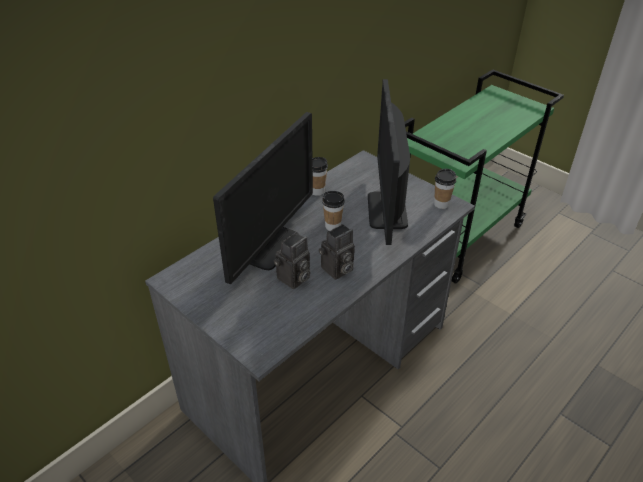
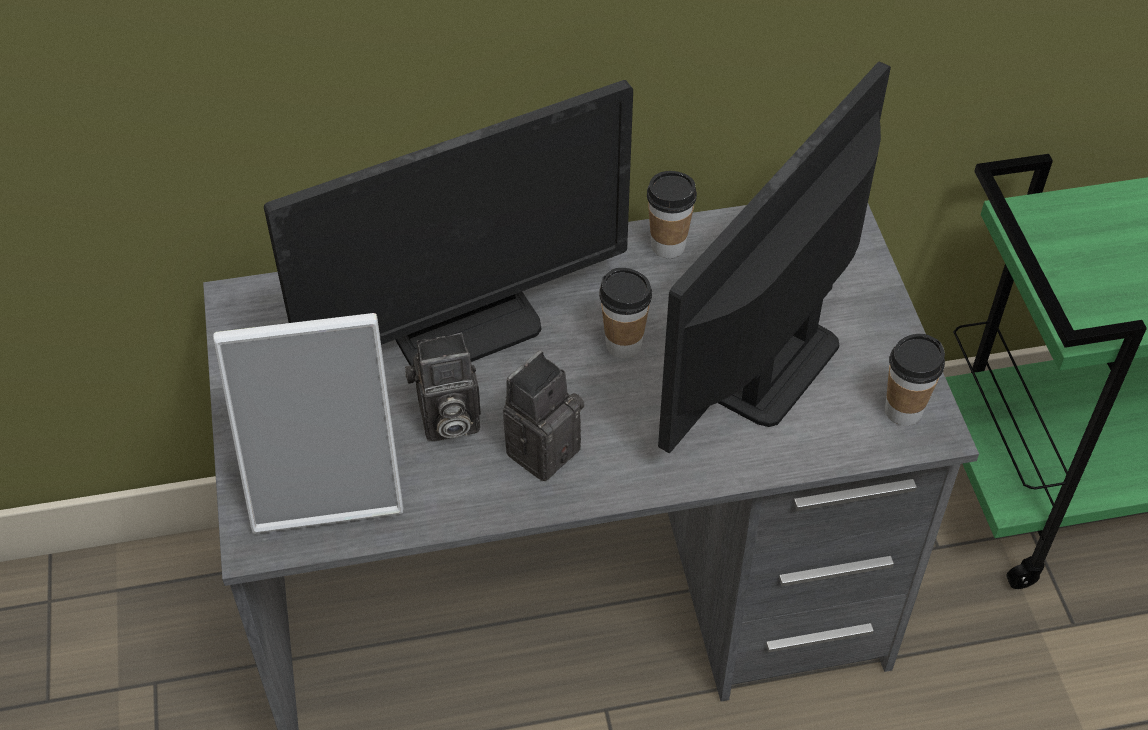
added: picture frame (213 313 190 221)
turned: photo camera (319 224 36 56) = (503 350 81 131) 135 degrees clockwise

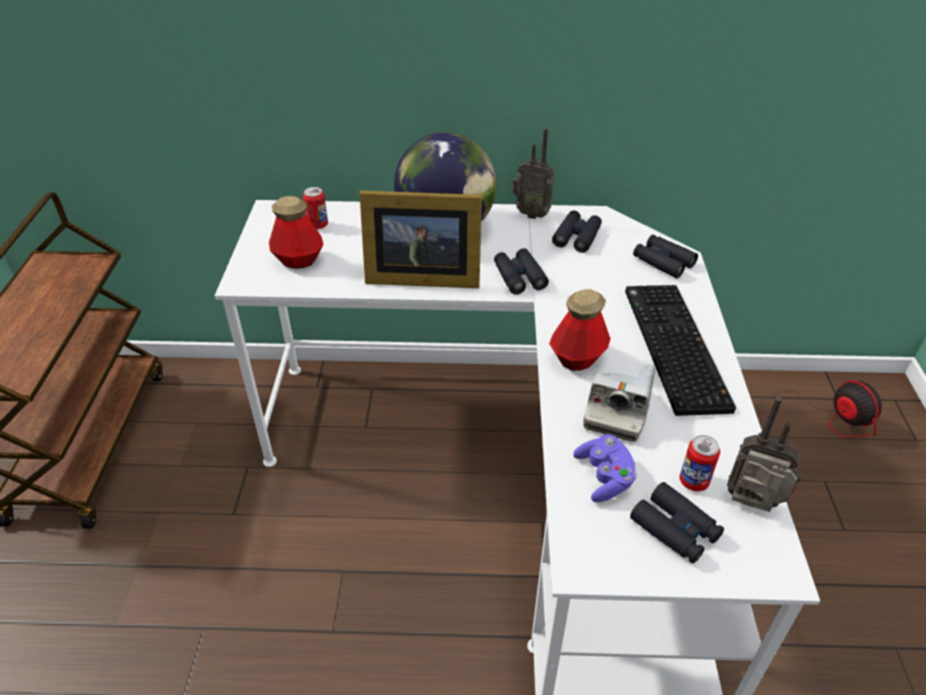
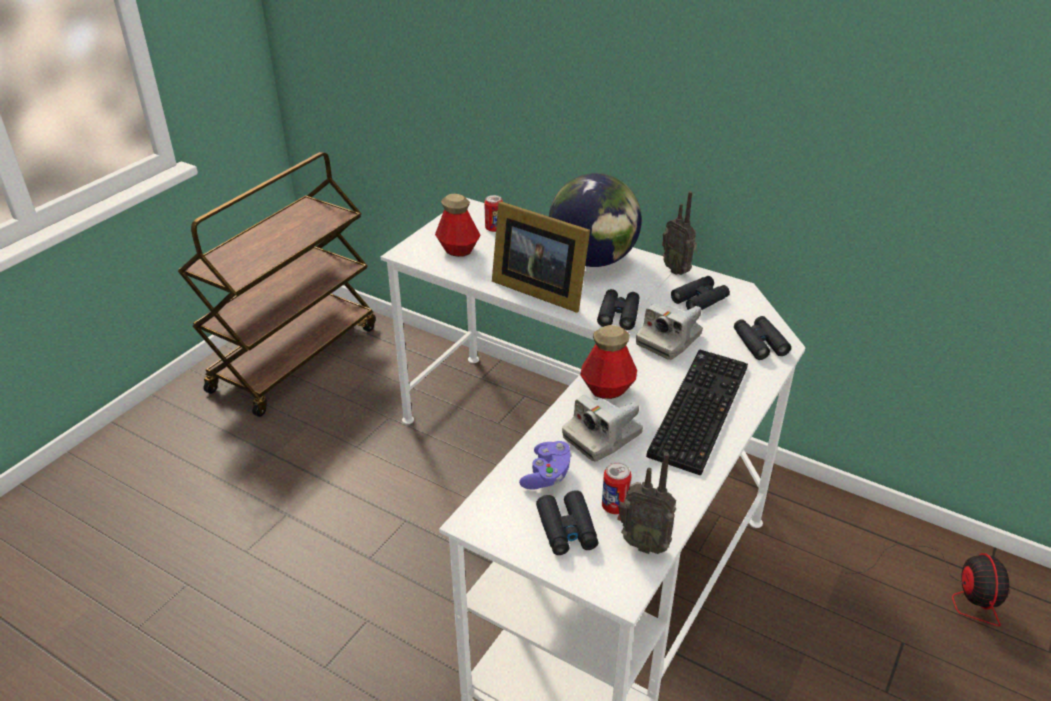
added: photo camera (636 304 67 56)
turned: radio (727 397 74 115) = (617 452 59 102) 150 degrees clockwise

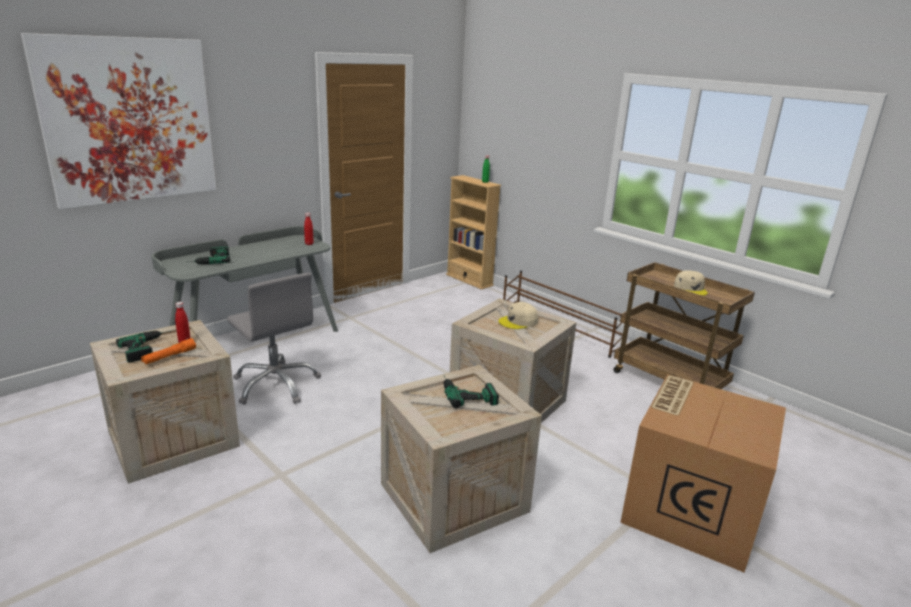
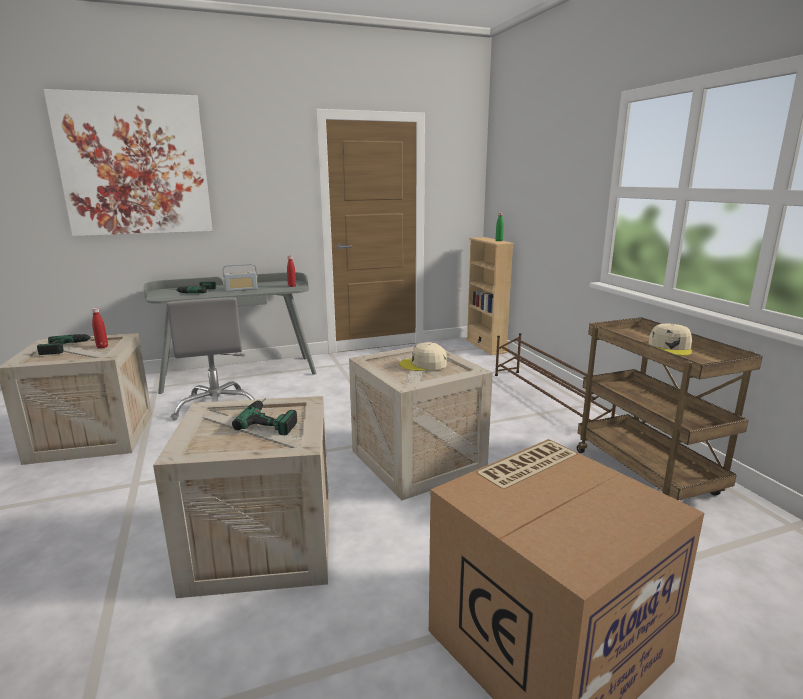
removed: flashlight (orange) (141 338 55 26)
added: radio (223 264 35 28)

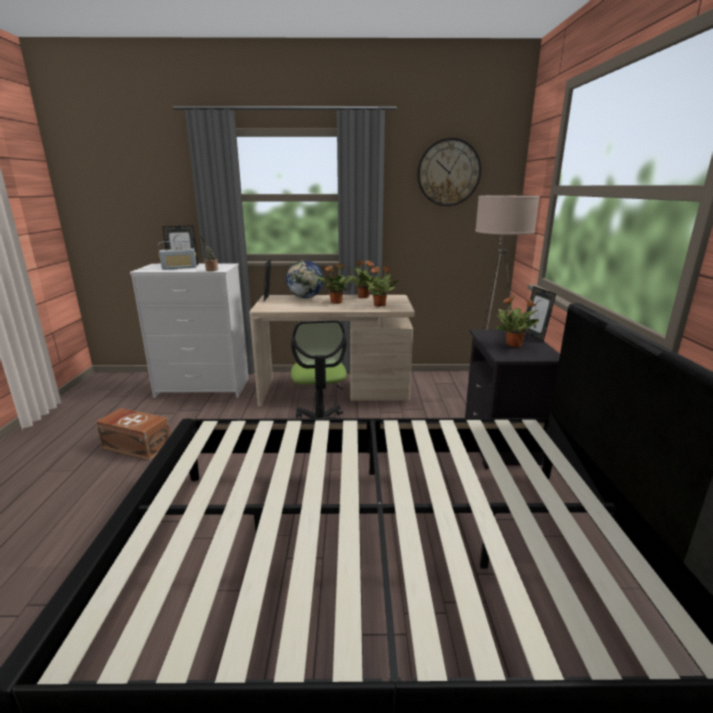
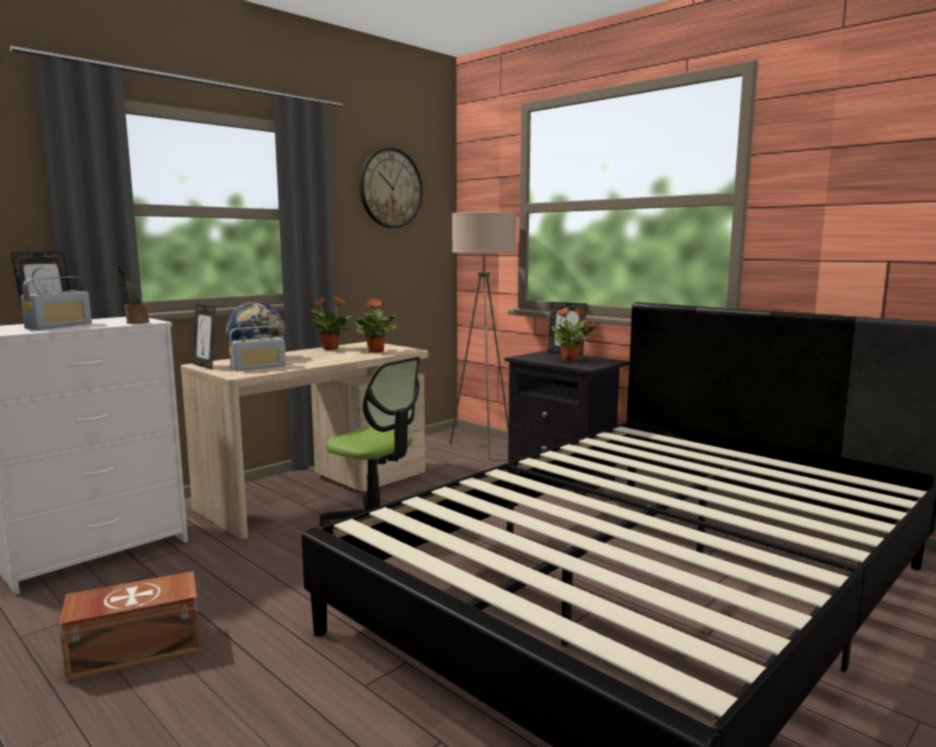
removed: potted plant (317 263 37 41)
added: radio (229 326 57 45)

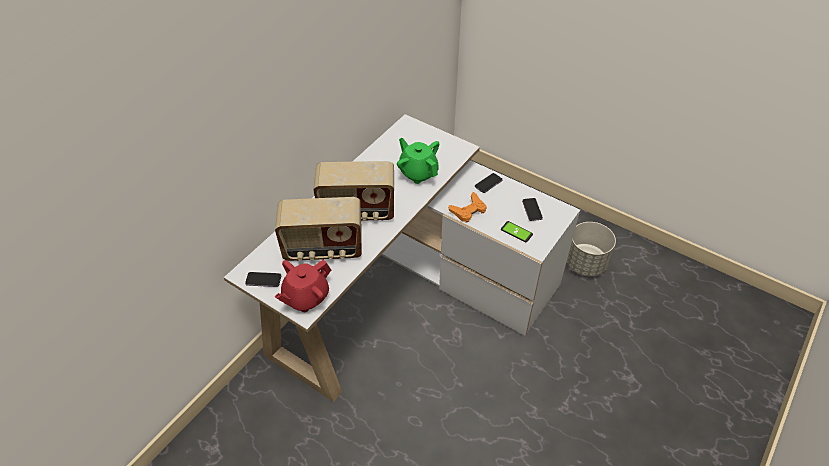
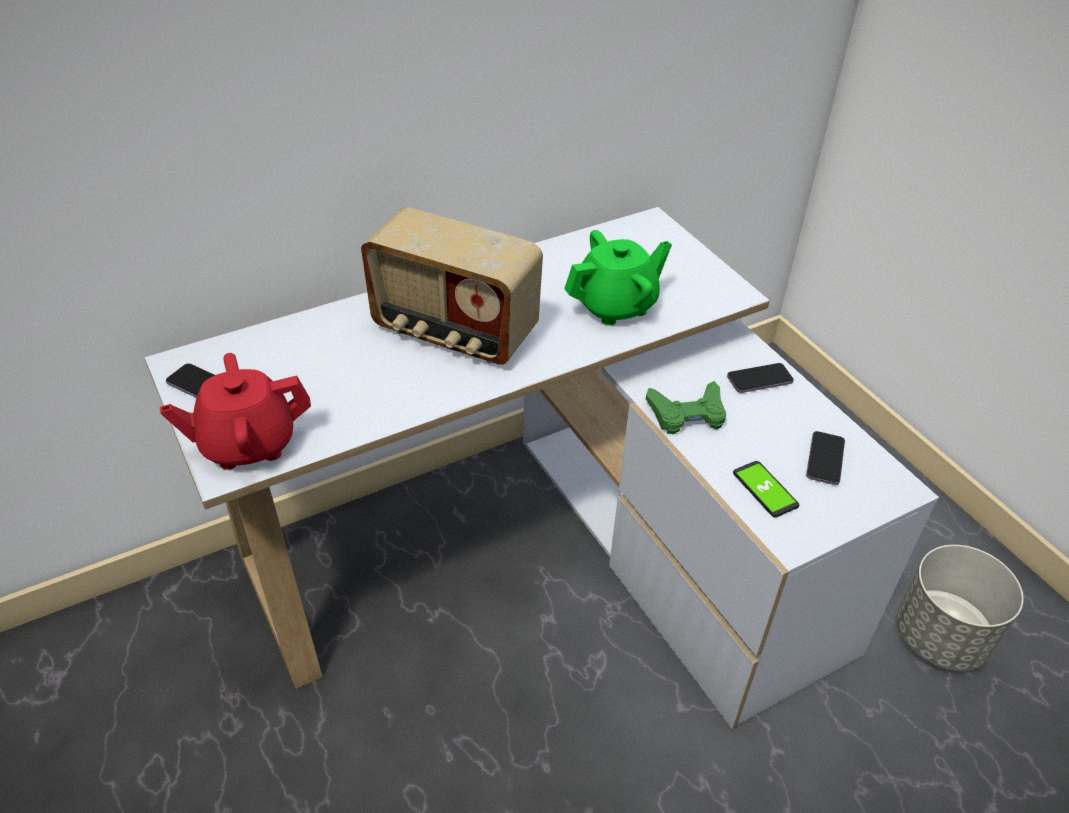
removed: radio (275 197 87 64)
recoloured: game controller (orange) (449 192 38 31) to game controller (green) (646 381 80 53)
turned: teapot (green) (397 138 42 46) = (564 230 108 96) 75 degrees clockwise

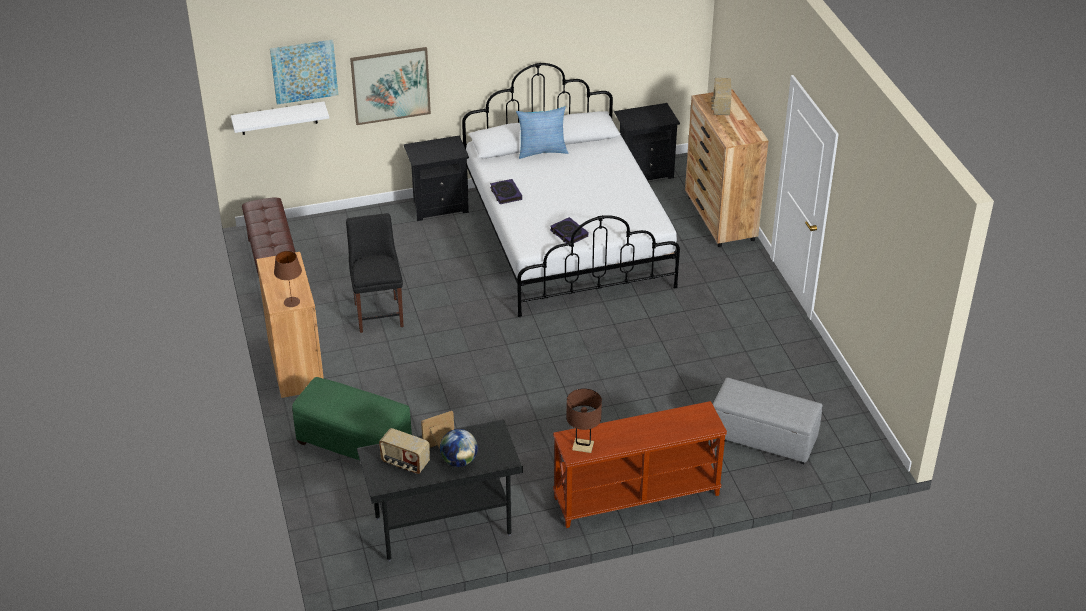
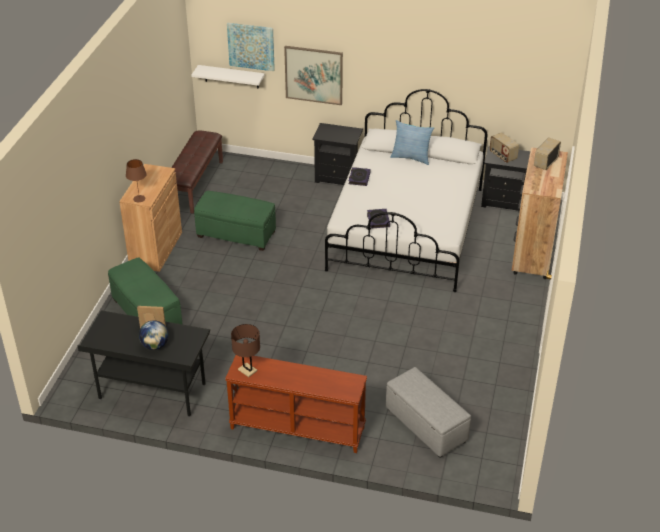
moved: radio (379 428 51 46) to (490 132 29 31)
replaced: chair (black) (346 213 58 120) to ottoman (green) (194 191 82 60)

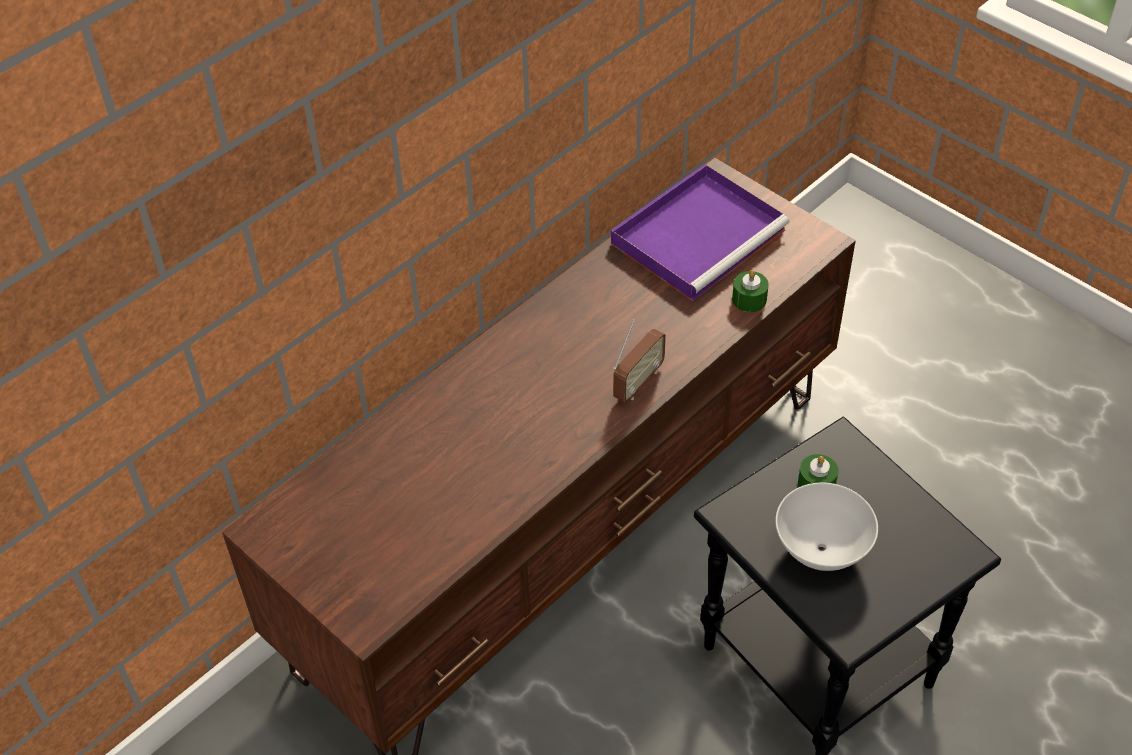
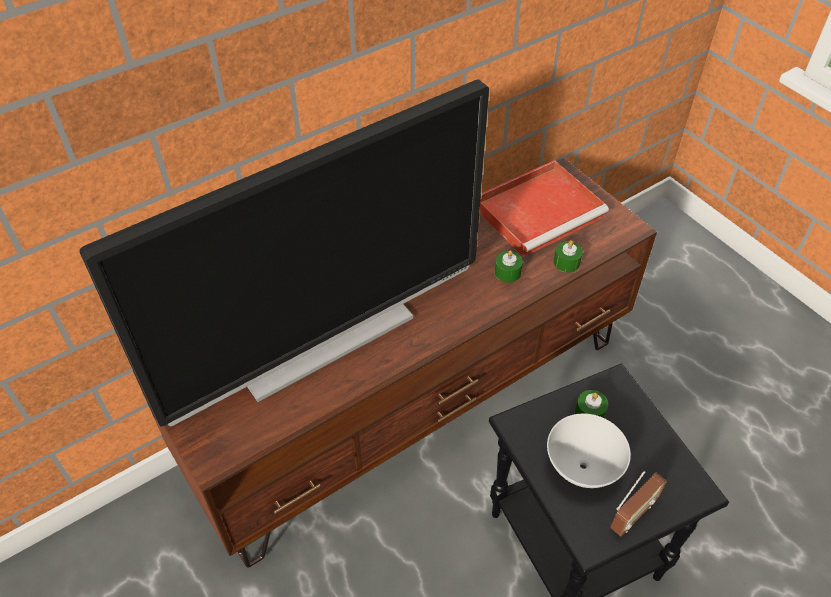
added: television (80 79 409 347); candle (green) (494 250 29 33)
moved: radio (613 320 53 83) to (610 471 57 66)
recoloured: tray (purple) (611 164 178 137) to tray (red) (479 160 130 97)

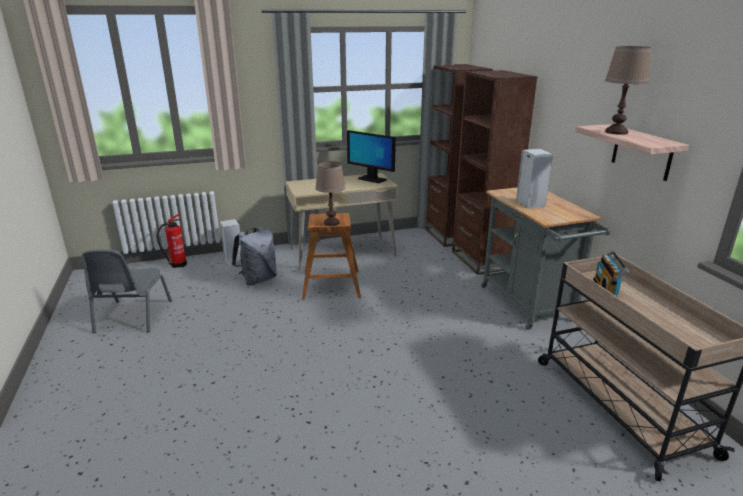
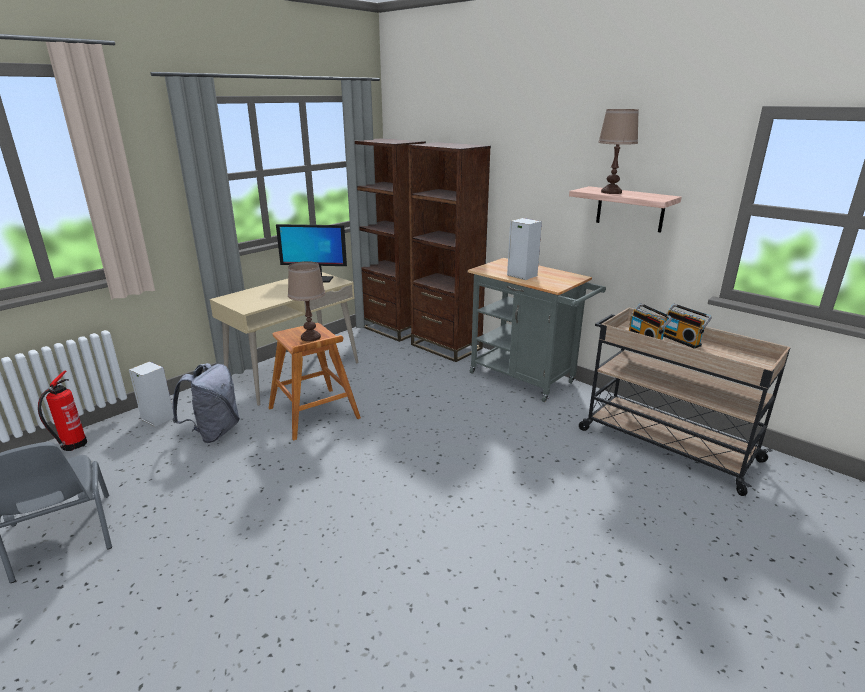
added: radio (663 304 49 45)

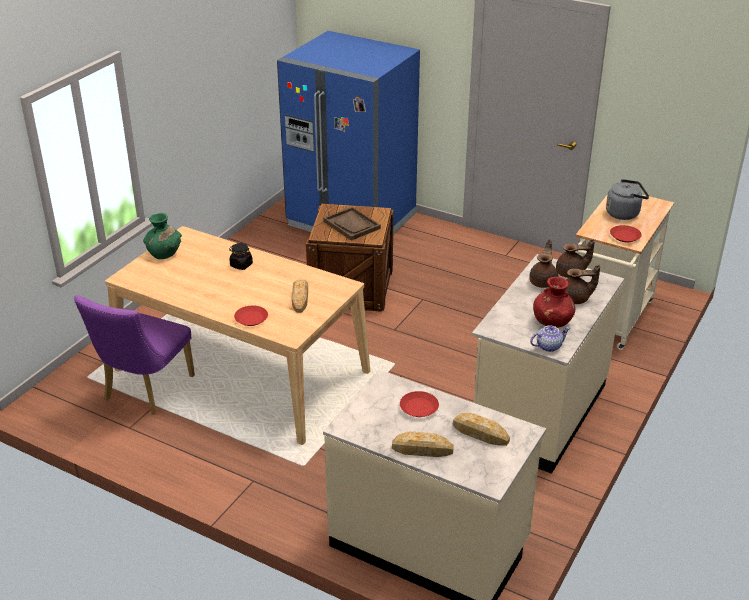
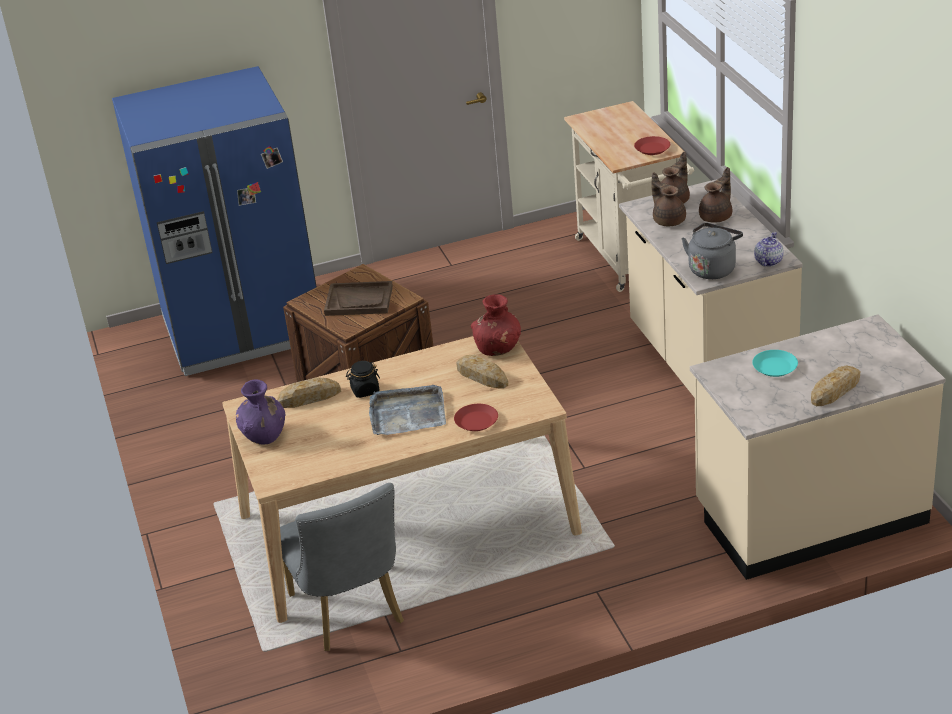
added: tray (grey) (369 385 77 50)
moved: bread (453 413 57 33) to (277 377 64 31); vase (red) (533 277 42 51) to (471 294 50 62); kettle (grey) (606 179 43 41) to (681 223 62 56)
recoloured: chair (purple) (74 295 121 120) to chair (grey) (280 483 124 168); vase (green) (143 213 39 46) to vase (purple) (236 379 49 65); plate (red) (400 391 39 26) to plate (turquoise) (752 350 46 27)

